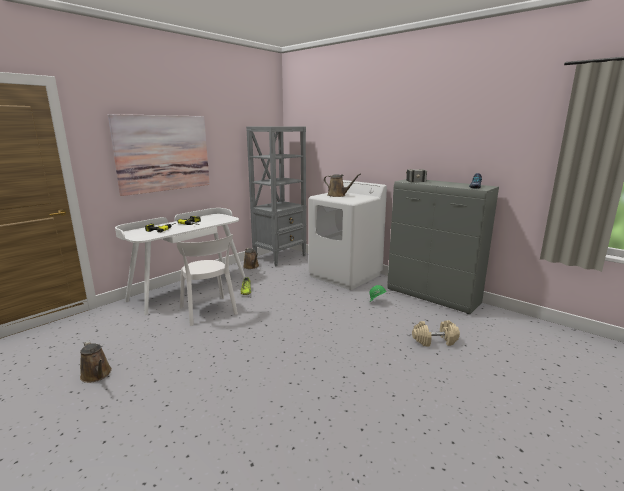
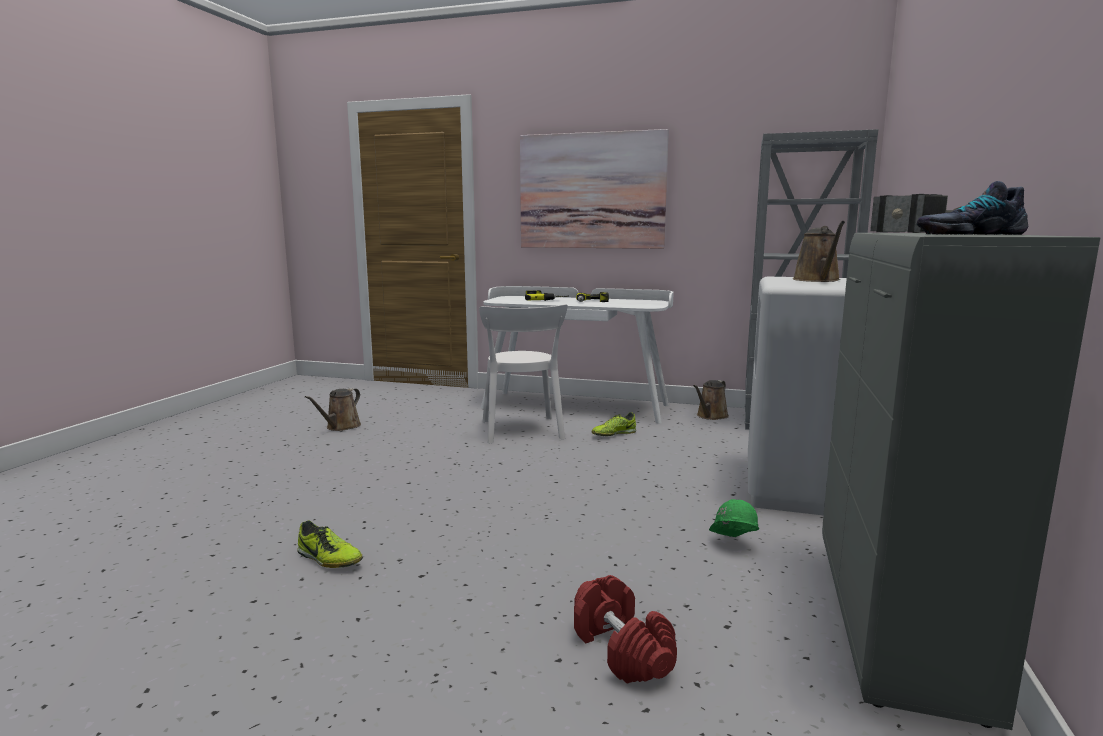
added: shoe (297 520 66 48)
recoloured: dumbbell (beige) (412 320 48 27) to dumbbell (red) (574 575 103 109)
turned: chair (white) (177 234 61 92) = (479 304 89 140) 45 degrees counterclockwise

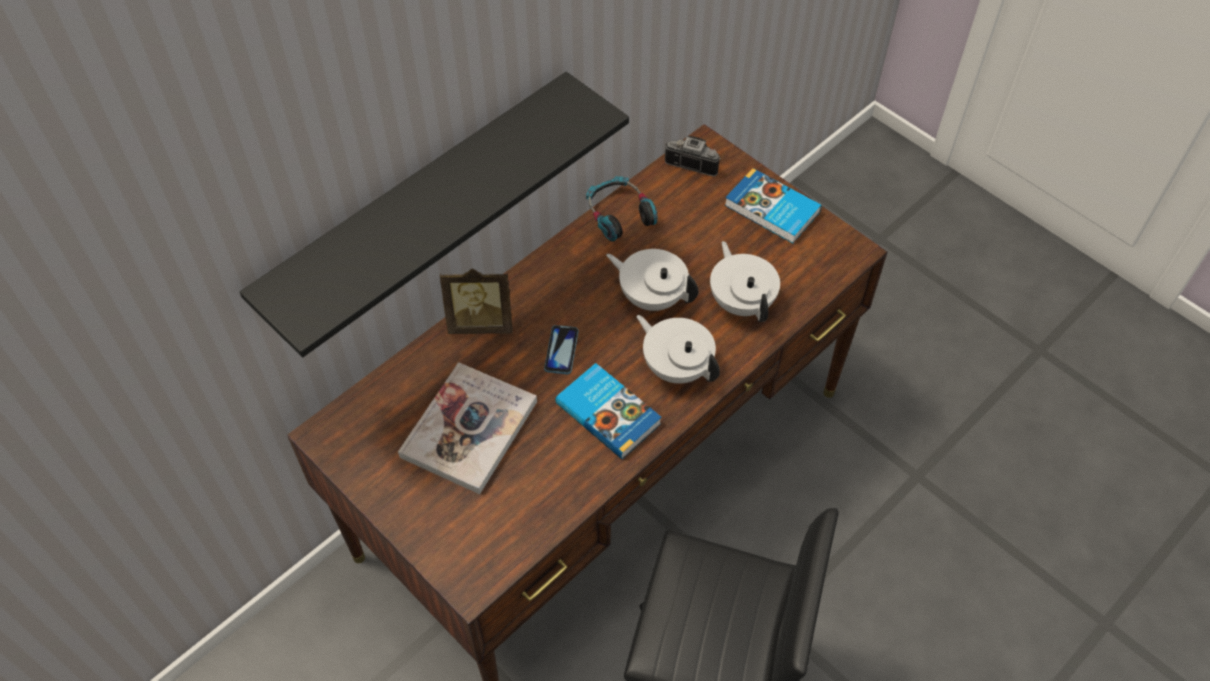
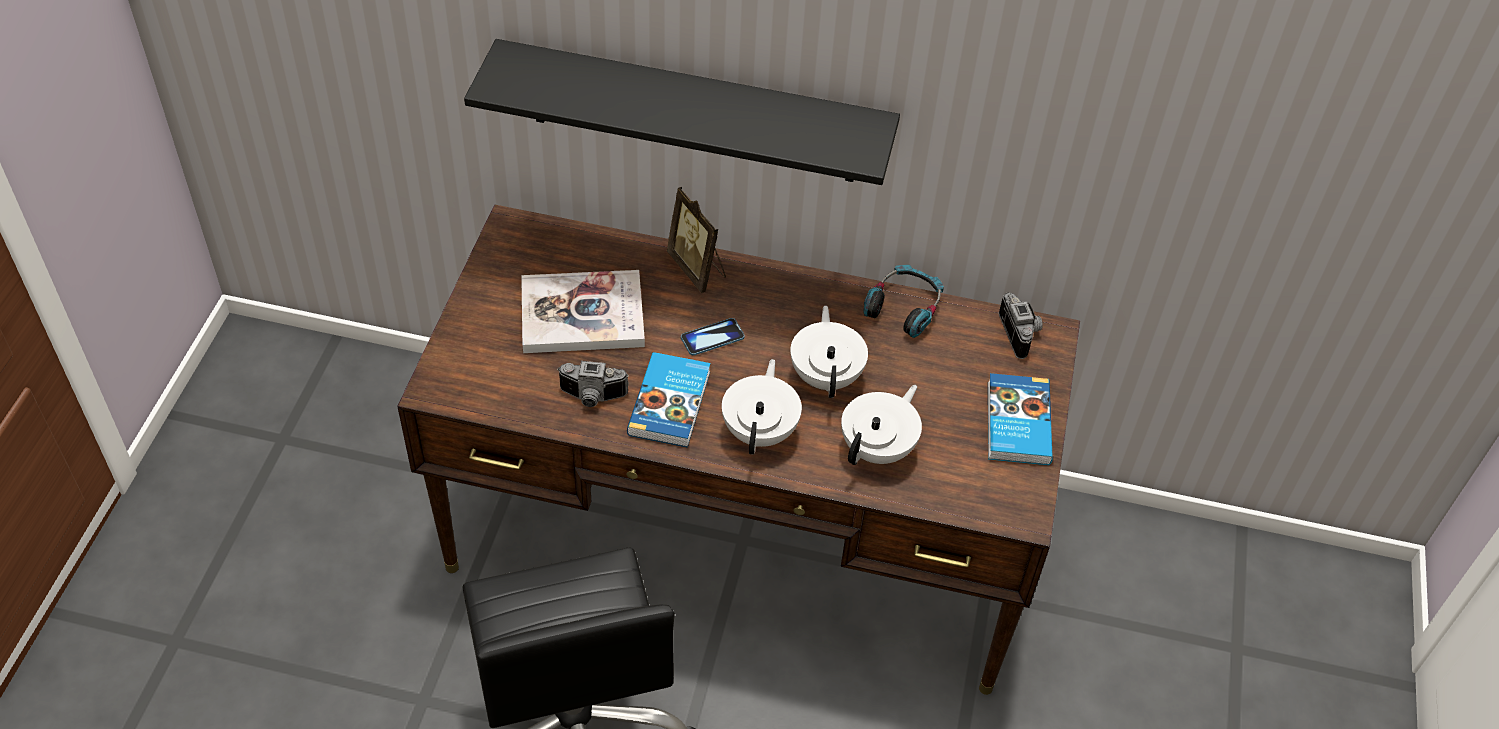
added: photo camera (557 361 72 46)

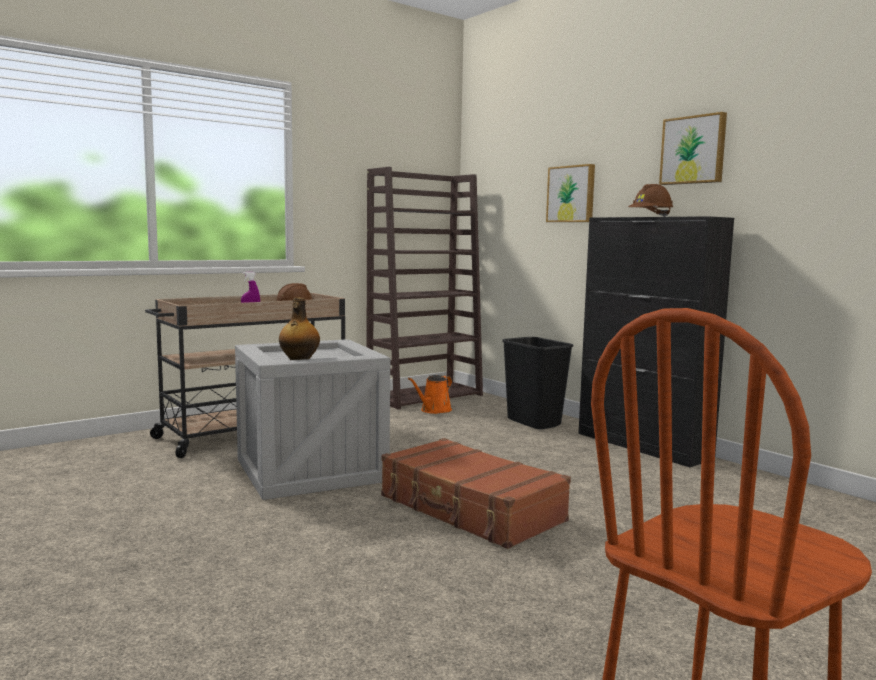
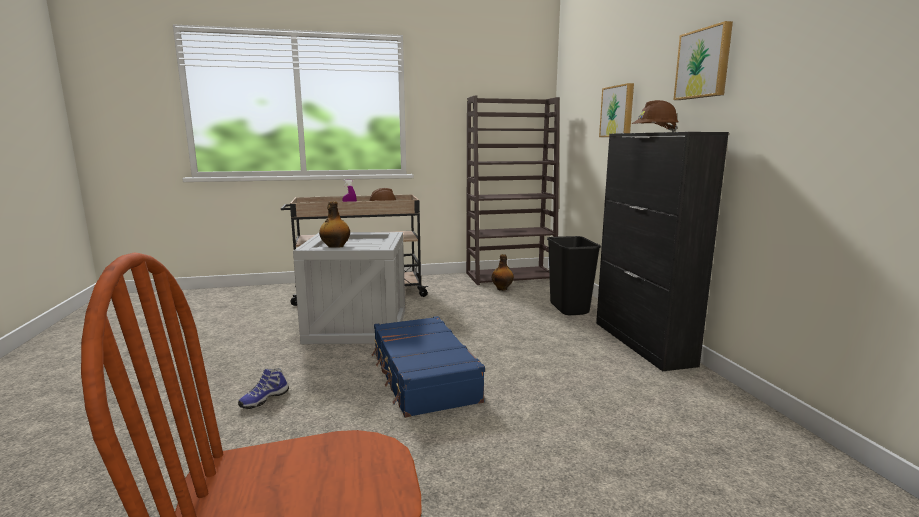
added: shoe (238 368 51 41)
replaced: watering can (orange) (408 375 44 39) to bottle (492 254 22 37)
recoloured: suitcase (brown) (381 438 190 111) to suitcase (blue) (372 316 113 102)

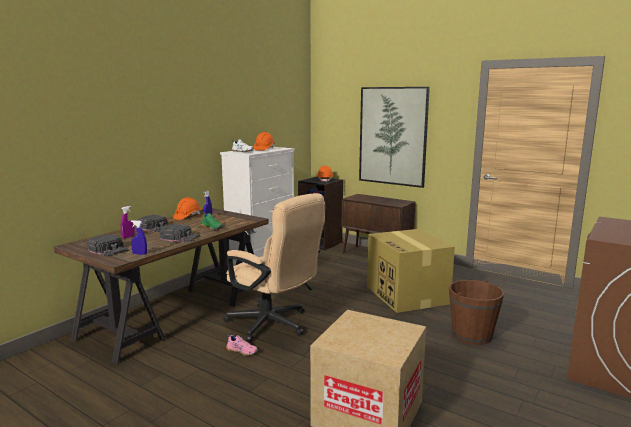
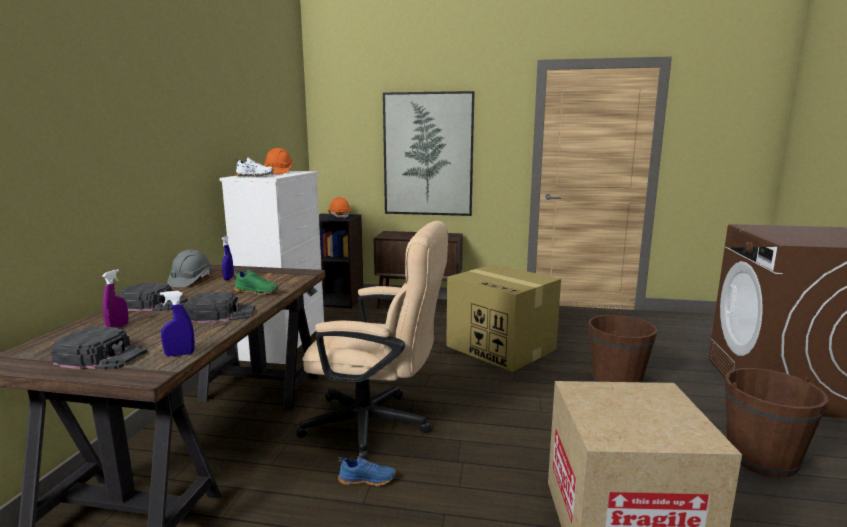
added: bucket (brown) (725 368 103 110)
recoloured: hard hat (orange) (173 197 28 23) to hard hat (grey) (167 250 45 37); shoe (pink) (226 334 32 22) to shoe (blue) (338 456 58 30)

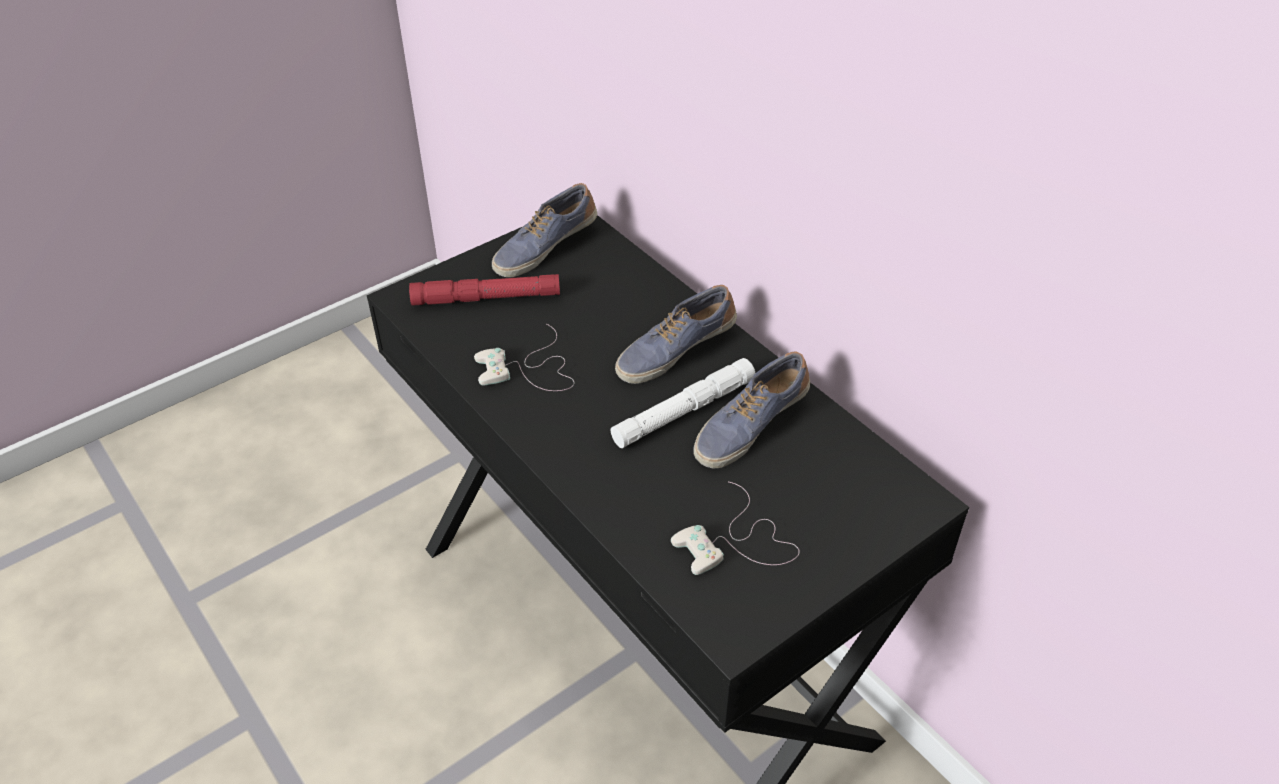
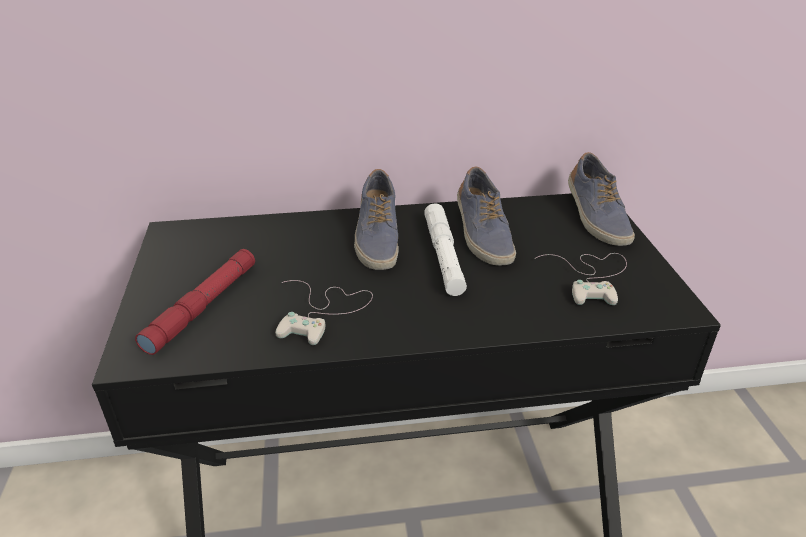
moved: shoe (492 183 105 94) to (568 152 67 94)

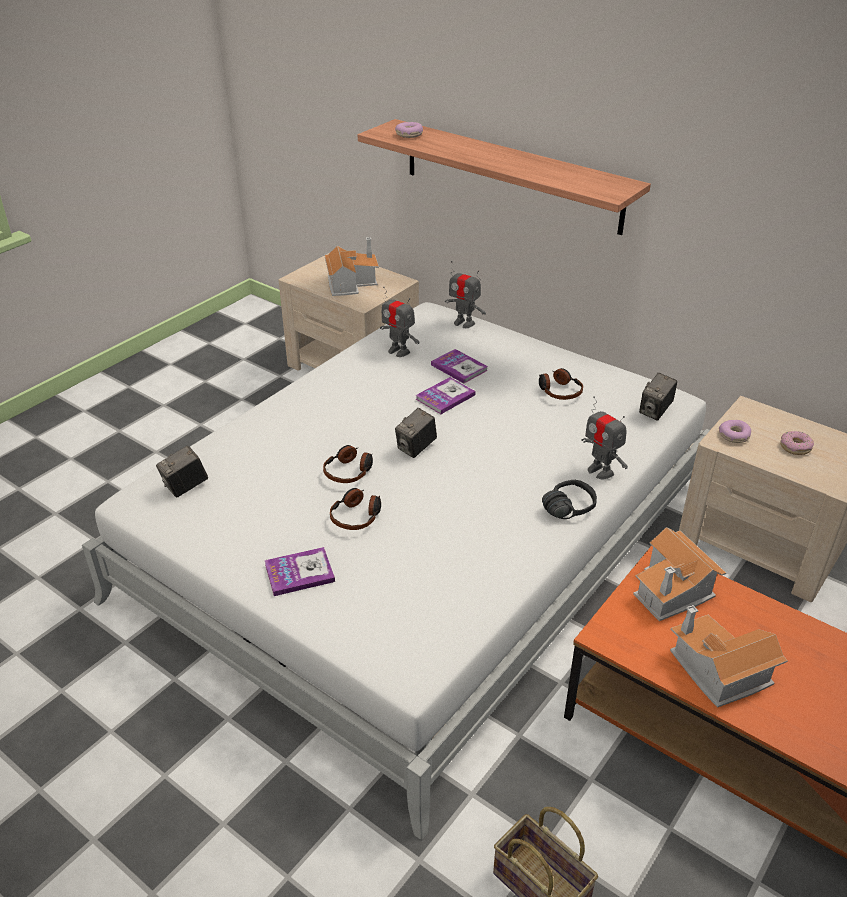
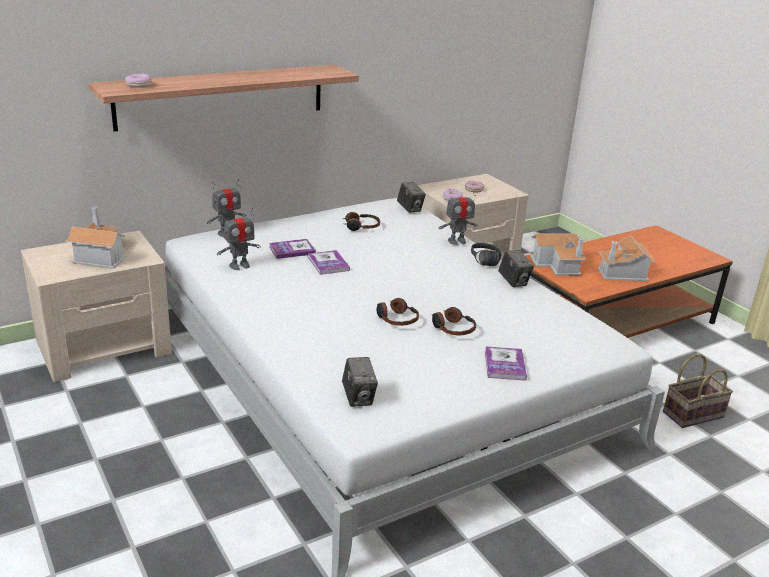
moved: photo camera (395 408 42 50) to (498 250 36 37)

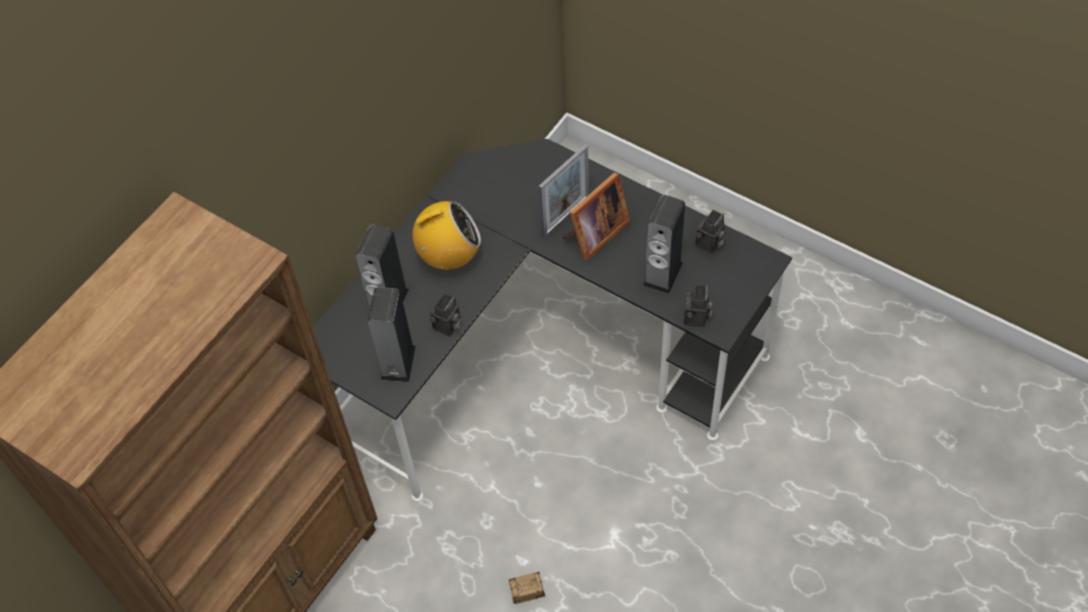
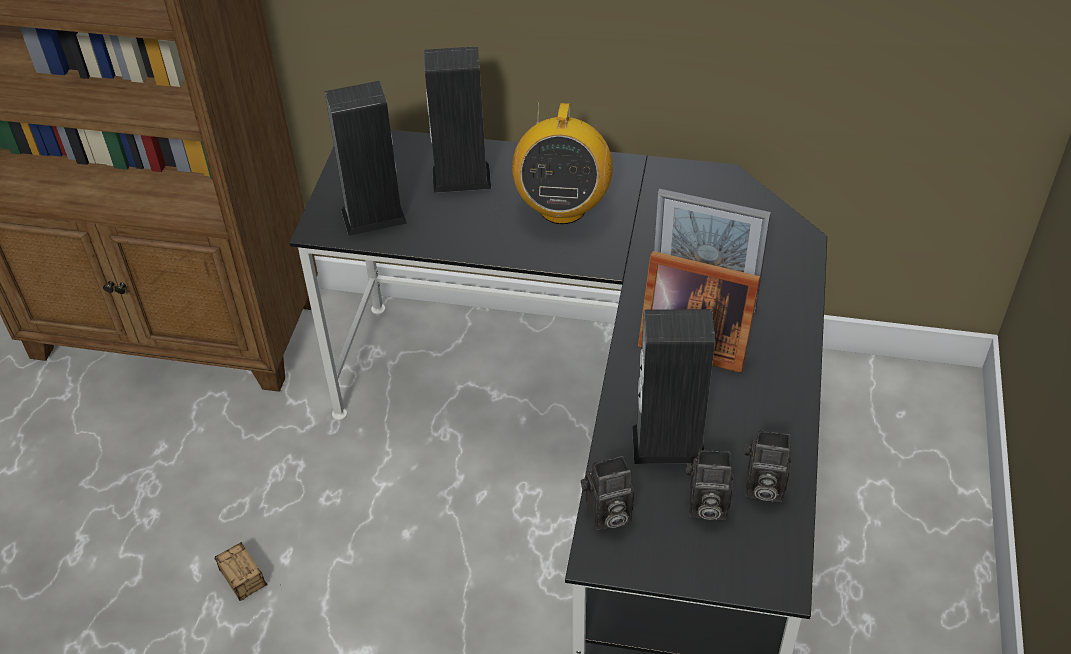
moved: photo camera (430 293 32 44) to (686 449 48 71)
turned: radio (412 201 69 69) = (512 103 101 121) 45 degrees clockwise

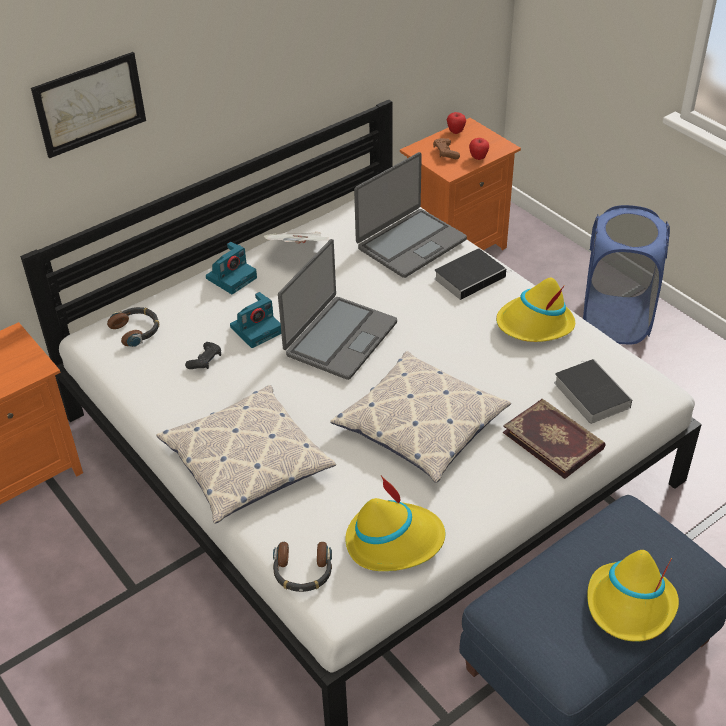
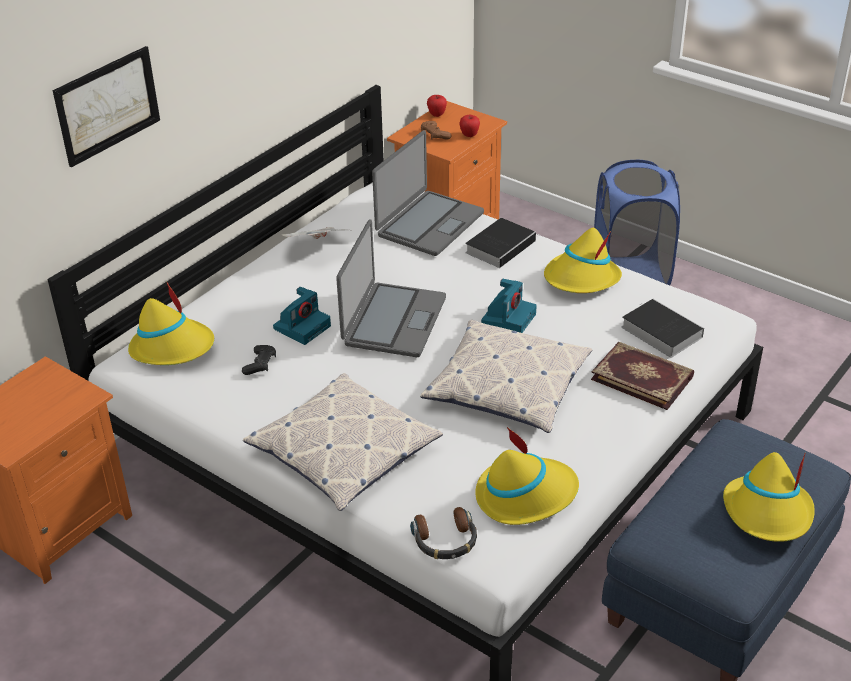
moved: photo camera (206 242 51 52) to (481 279 56 54)
replaced: headphones (107 307 52 40) to hat (yellow) (128 283 86 82)

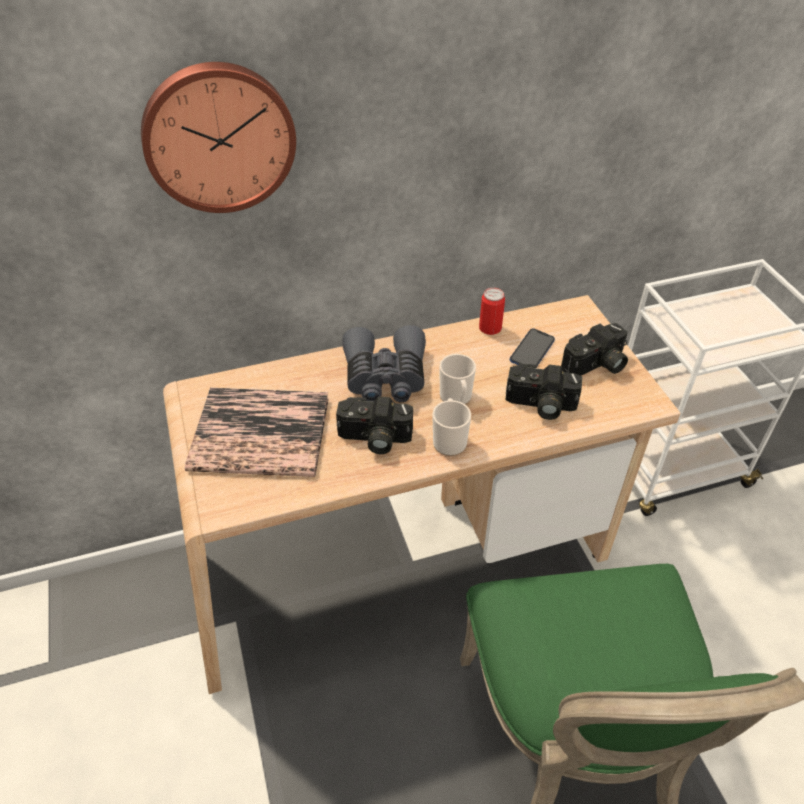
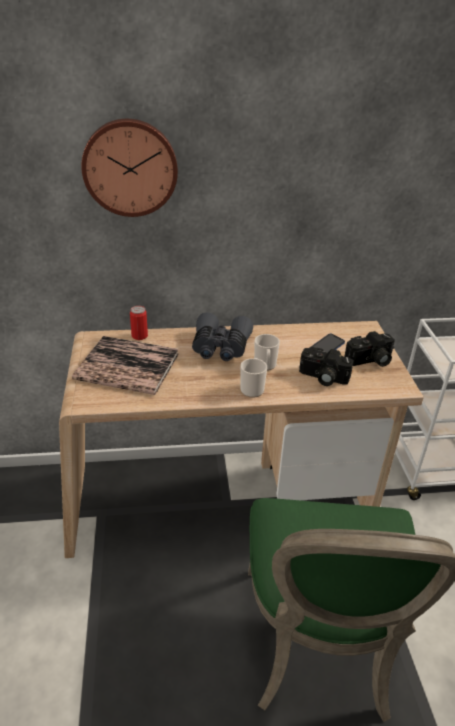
removed: photo camera (336 397 77 57)
moved: can (479 288 26 47) to (130 306 18 34)

